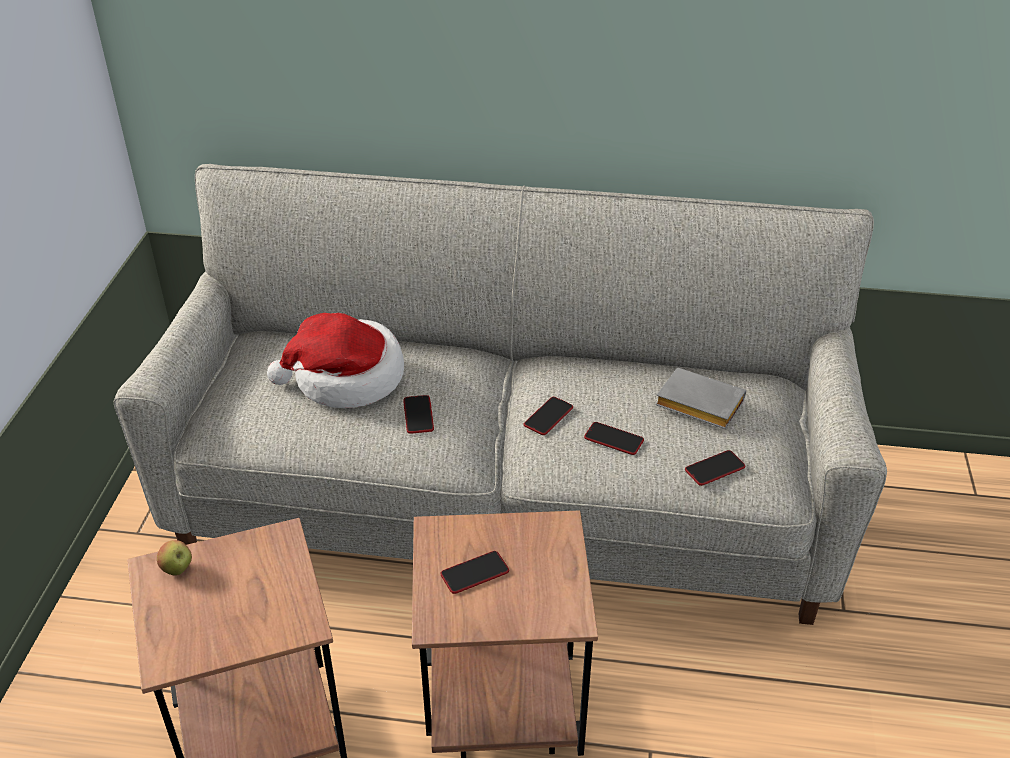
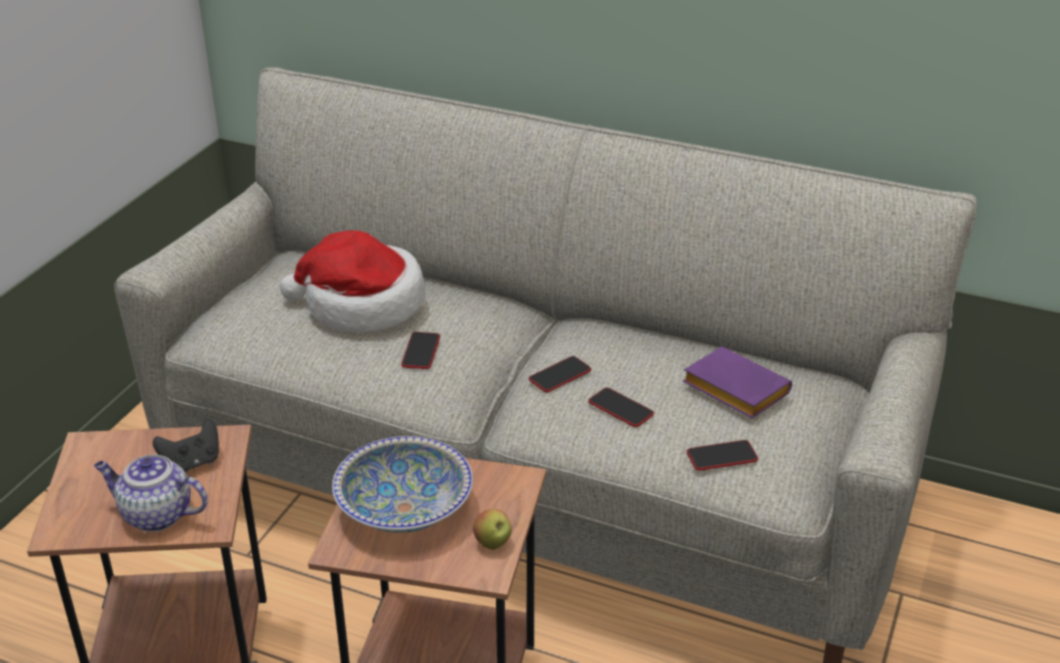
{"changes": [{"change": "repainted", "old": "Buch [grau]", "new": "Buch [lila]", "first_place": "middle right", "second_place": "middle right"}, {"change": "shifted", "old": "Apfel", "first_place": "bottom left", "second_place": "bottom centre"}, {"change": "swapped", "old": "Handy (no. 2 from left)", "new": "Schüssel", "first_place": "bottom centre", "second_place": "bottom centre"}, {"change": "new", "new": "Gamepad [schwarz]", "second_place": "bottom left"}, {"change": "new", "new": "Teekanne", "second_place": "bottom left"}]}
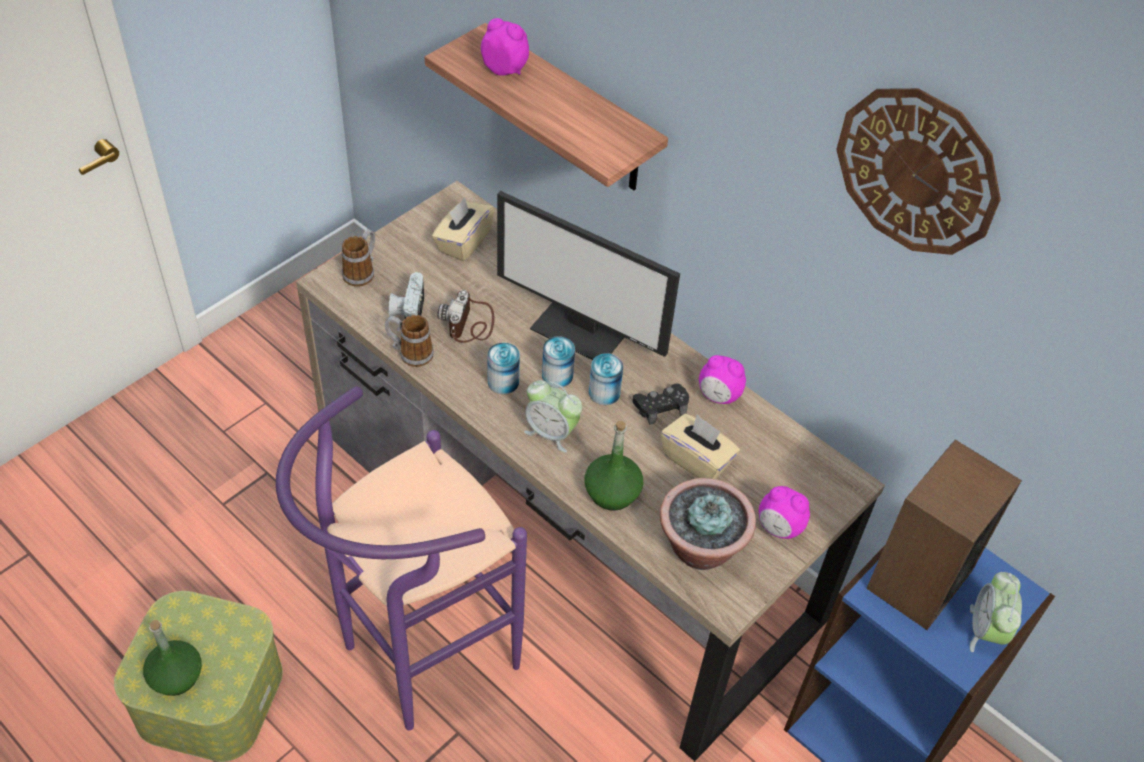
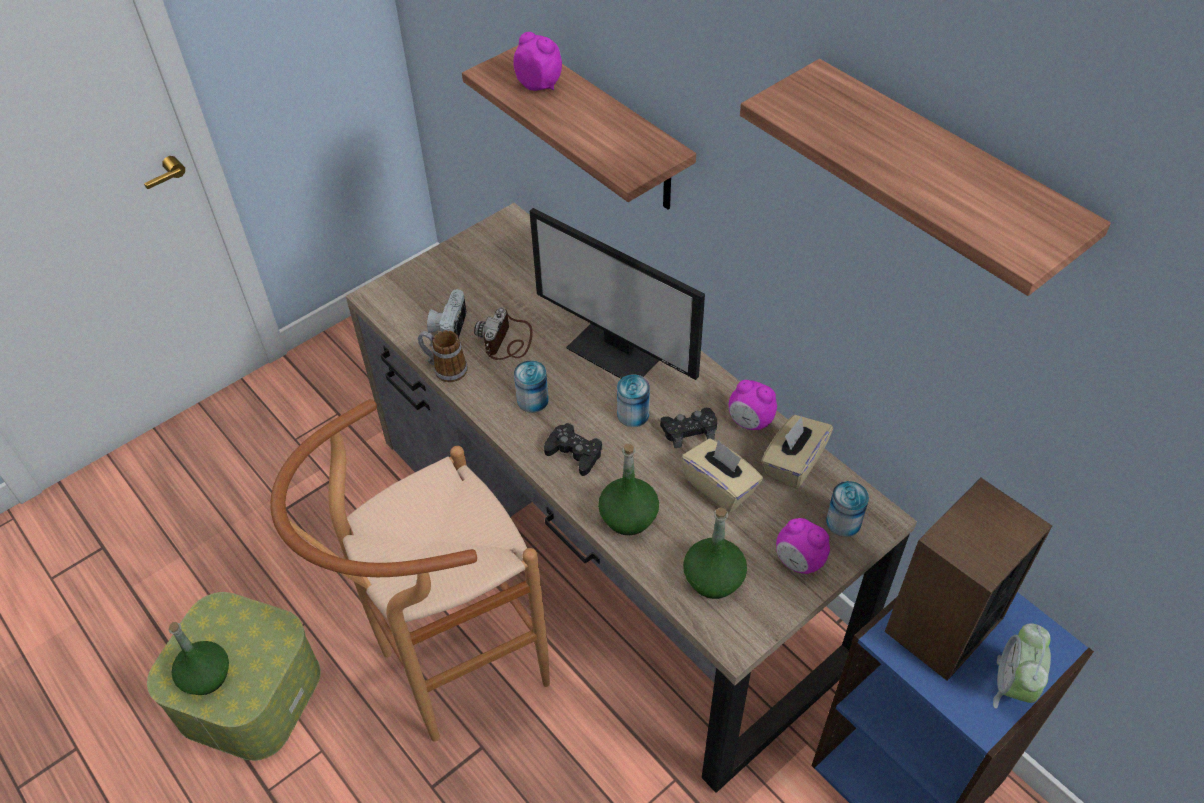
{"changes": [{"change": "swapped", "old": "Wanduhr", "new": "Wandregal (no. 2 from left)", "first_place": "top right", "second_place": "top right"}, {"change": "shifted", "old": "Taschentuchbox [beige] (no. 1 from left in the first image)", "new": "Taschentuchbox [beige] (no. 2 from left)", "first_place": "top centre", "second_place": "centre"}, {"change": "gone", "old": "Henkelbecher (no. 1 from left)", "first_place": "middle left"}, {"change": "shifted", "old": "Dose (no. 2 from left in the first image)", "new": "Dose (no. 3 from left)", "first_place": "centre", "second_place": "middle right"}, {"change": "swapped", "old": "Wecker (no. 2 from left)", "new": "Gamepad [schwarz] (no. 1 from left)", "first_place": "centre", "second_place": "centre"}, {"change": "repainted", "old": "Hocker [lila]", "new": "Hocker [braun]", "first_place": "bottom centre", "second_place": "bottom centre"}, {"change": "swapped", "old": "Topfpflanze", "new": "Flasche [grün] (no. 3 from left)", "first_place": "bottom centre", "second_place": "bottom centre"}]}
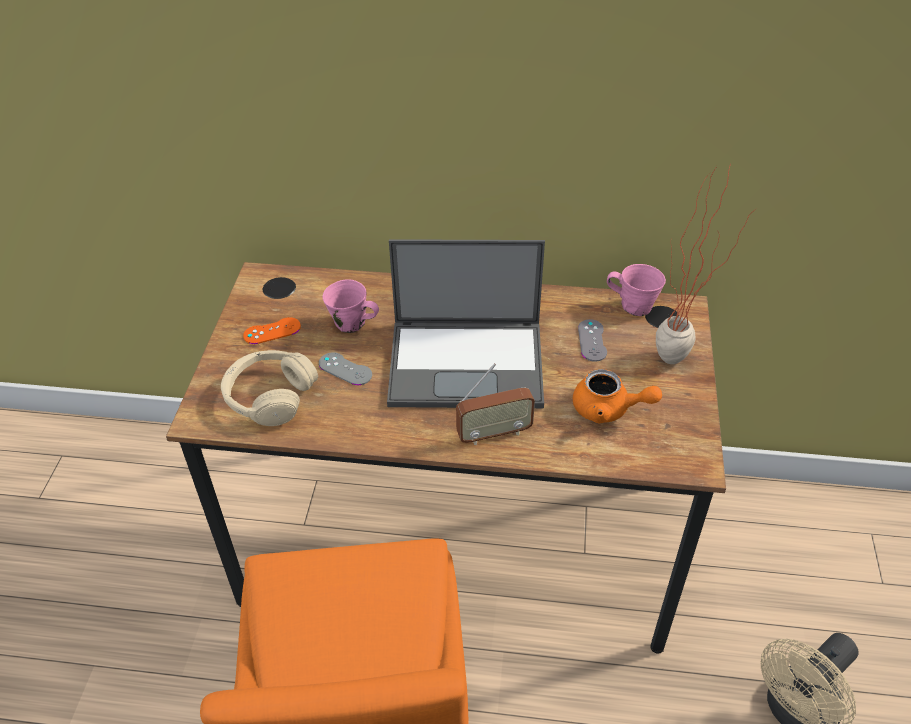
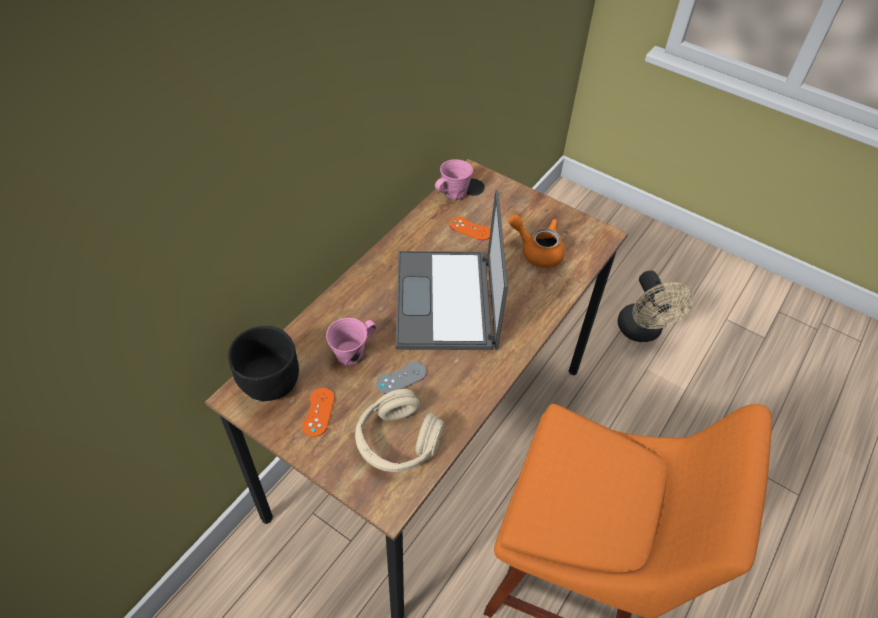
{"changes": [{"change": "gone", "old": "Topfpflanze", "first_place": "middle right"}, {"change": "rotated", "old": "Laptop", "first_place": "centre", "second_place": "centre", "degrees": 150}, {"change": "repainted", "old": "Gamepad [grau] (no. 2 from left)", "new": "Gamepad [orange] (no. 2 from left)", "first_place": "centre", "second_place": "centre"}, {"change": "gone", "old": "Radio", "first_place": "centre"}, {"change": "rotated", "old": "Teekanne [orange]", "first_place": "middle right", "second_place": "centre", "degrees": -105}, {"change": "new", "new": "Schüssel [schwarz]", "second_place": "middle left"}]}
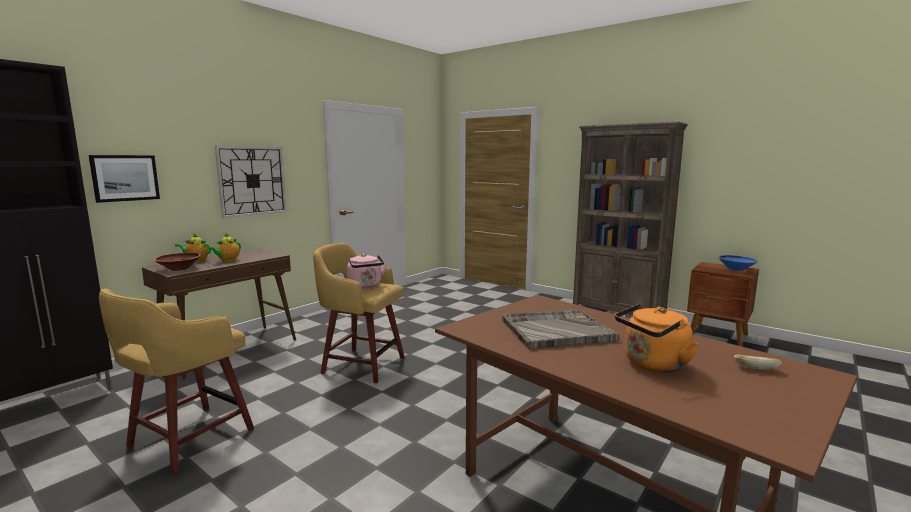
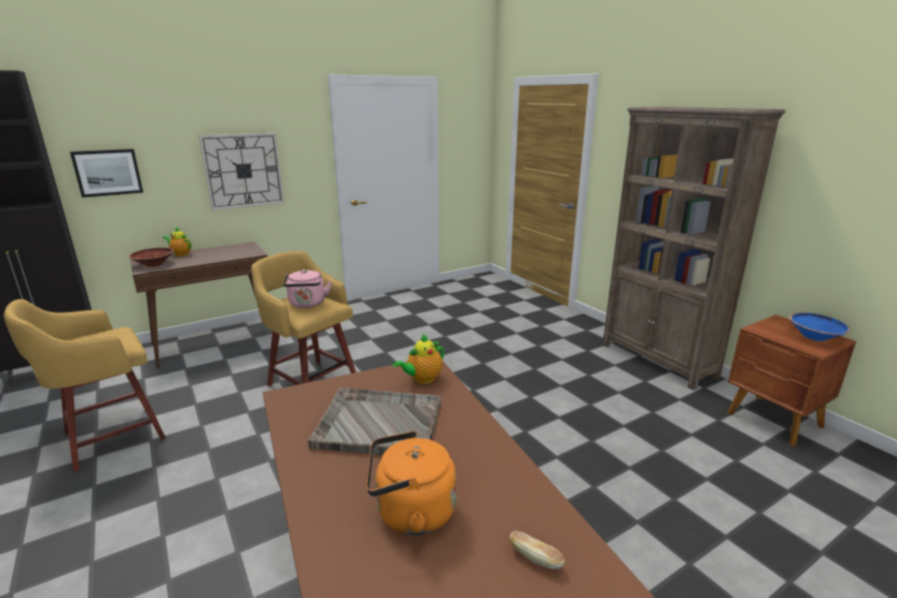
{"changes": [{"change": "shifted", "old": "Teekanne (no. 2 from left)", "first_place": "middle left", "second_place": "centre"}]}
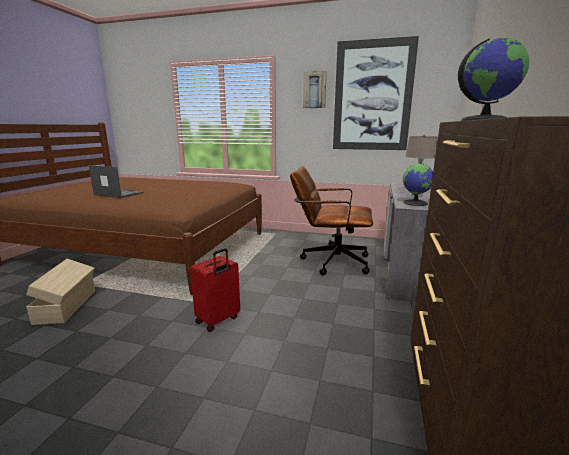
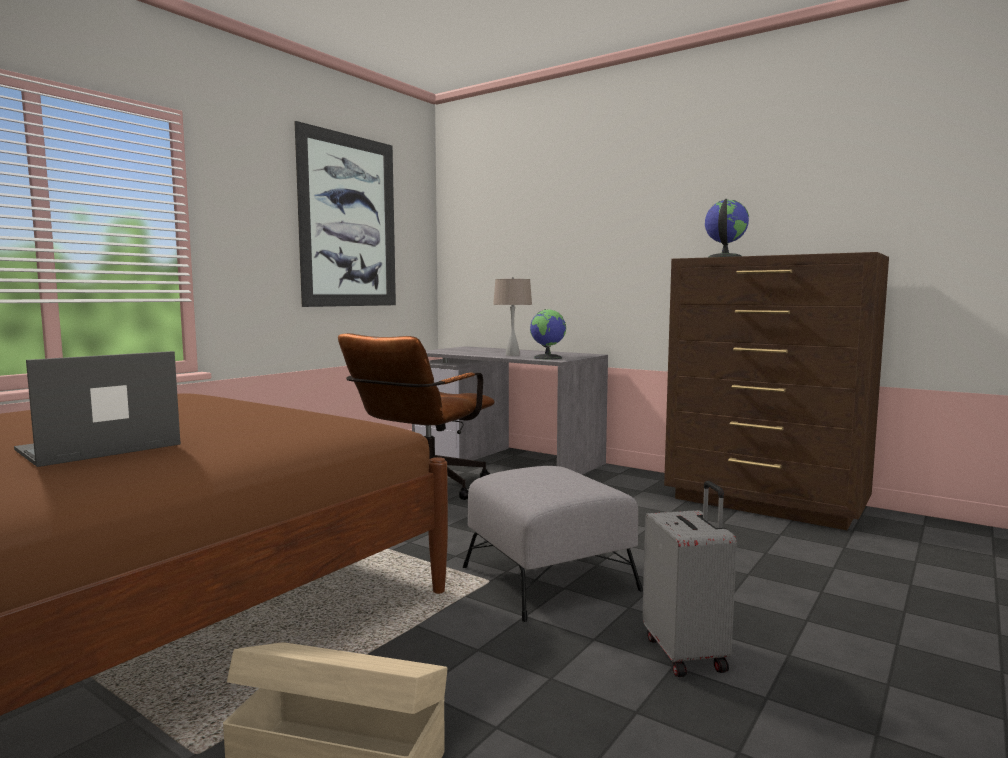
{"changes": [{"change": "gone", "old": "Bild (no. 1 from left)", "first_place": "top centre"}, {"change": "swapped", "old": "Koffer [rot]", "new": "Polsterhocker [grau]", "first_place": "centre", "second_place": "bottom centre"}, {"change": "new", "new": "Koffer [grau]", "second_place": "bottom right"}]}
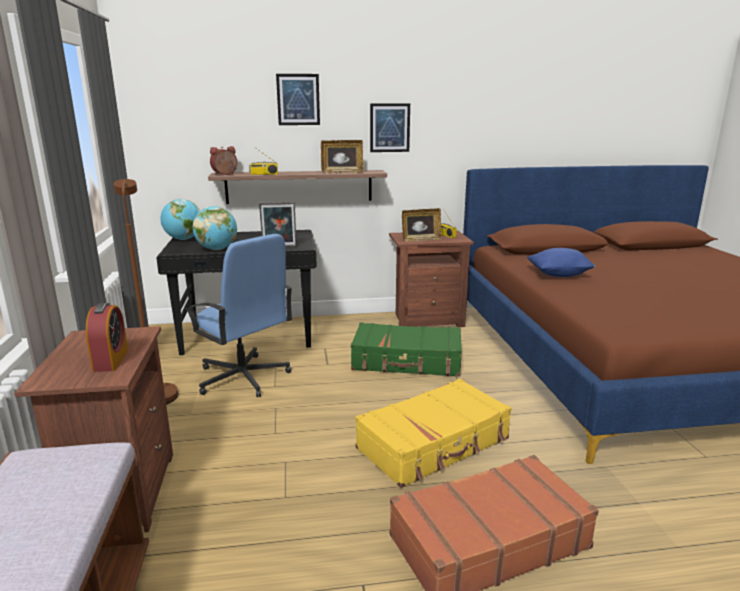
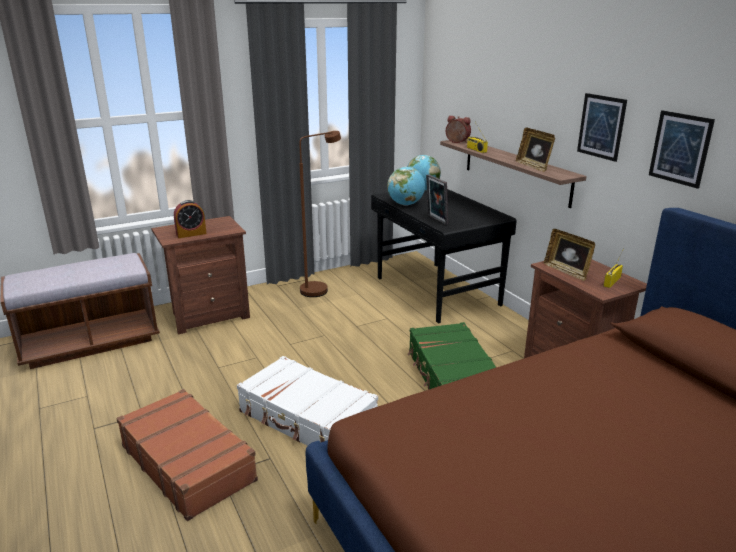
{"changes": [{"change": "shifted", "old": "Bild (no. 1 from left in the first image)", "new": "Bild (no. 2 from left)", "first_place": "top centre", "second_place": "top right"}, {"change": "gone", "old": "Bürostuhl [blau]", "first_place": "middle left"}, {"change": "gone", "old": "Kissen [blau]", "first_place": "middle right"}, {"change": "repainted", "old": "Koffer [gelb]", "new": "Koffer [weiß]", "first_place": "bottom centre", "second_place": "bottom centre"}]}
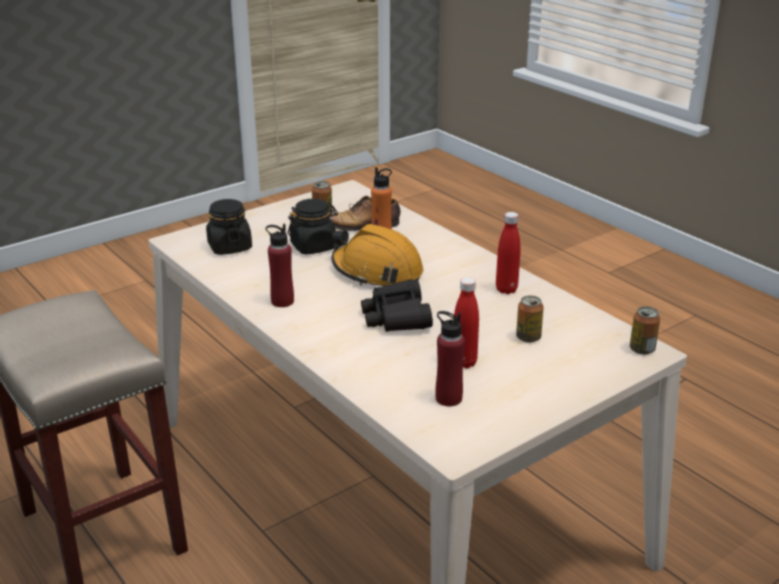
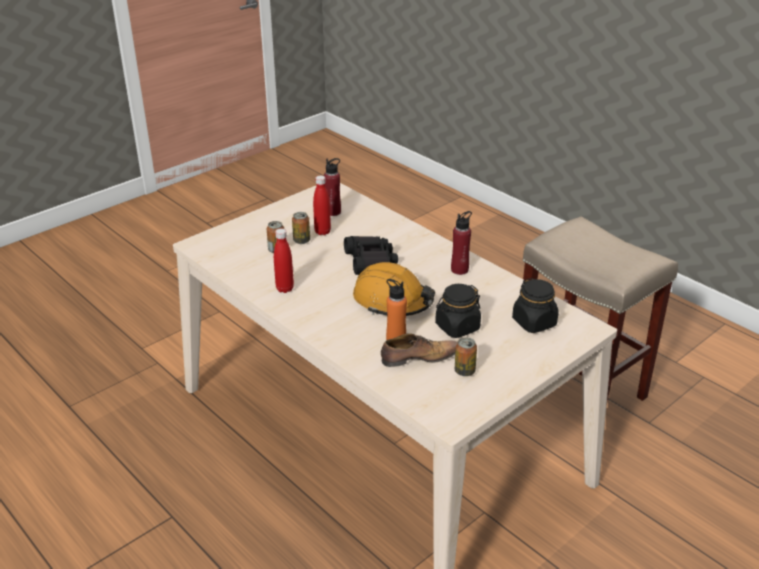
{"changes": [{"change": "shifted", "old": "Dose (no. 3 from left in the first image)", "new": "Dose (no. 2 from left)", "first_place": "middle right", "second_place": "centre"}]}
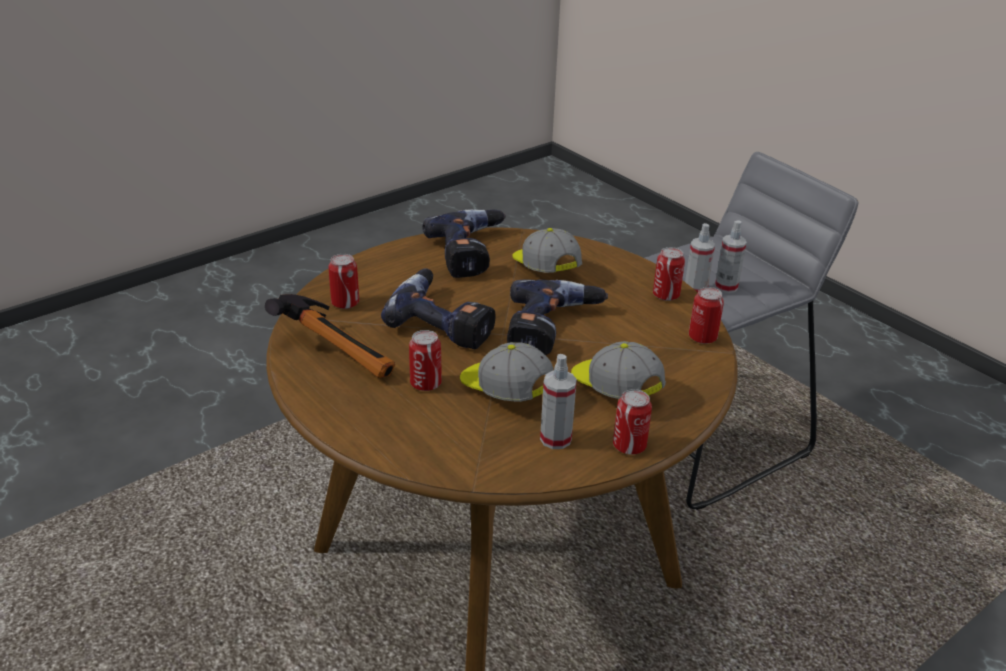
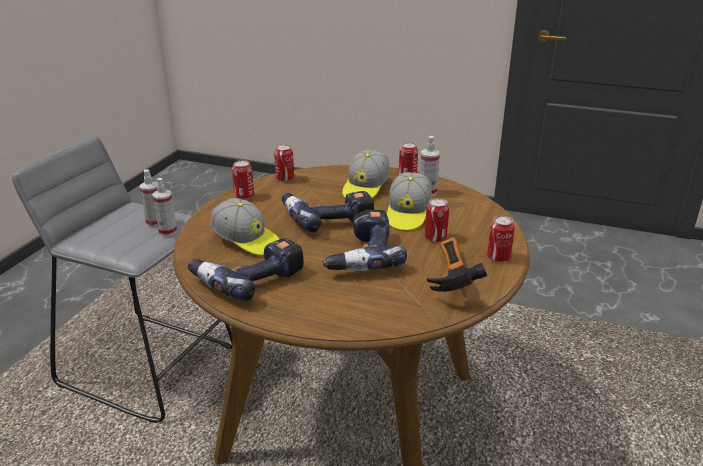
{"changes": [{"change": "rotated", "old": "Kappe (no. 2 from left in the first image)", "first_place": "centre", "second_place": "centre", "degrees": -90}, {"change": "shifted", "old": "Dose (no. 1 from left in the first image)", "new": "Dose (no. 5 from left)", "first_place": "centre", "second_place": "middle right"}]}
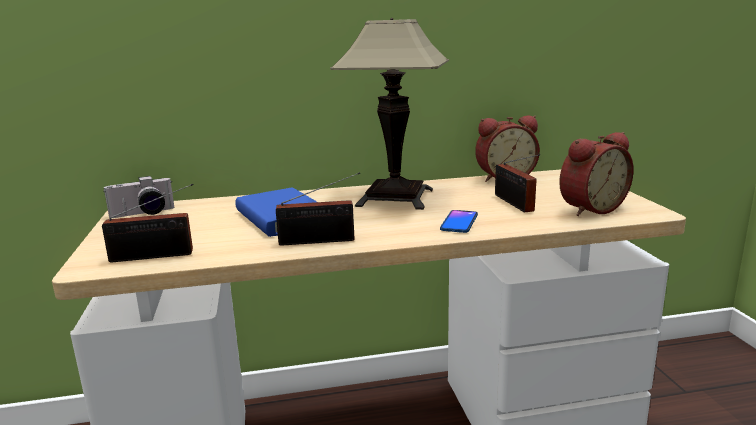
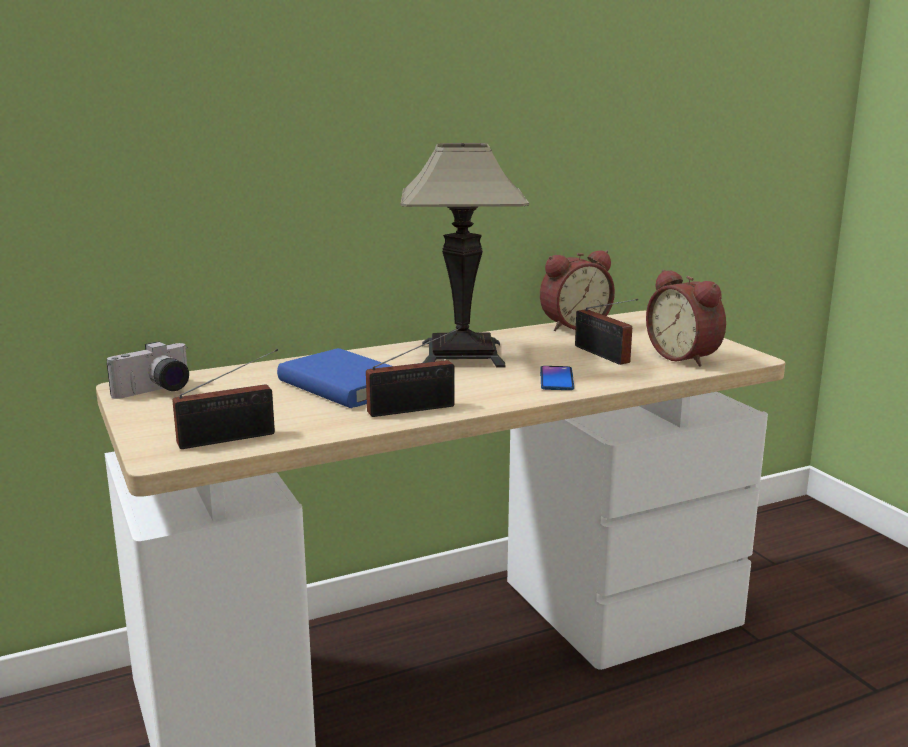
{"changes": [{"change": "rotated", "old": "Wecker (no. 2 from left)", "first_place": "middle right", "second_place": "middle right", "degrees": 105}]}
